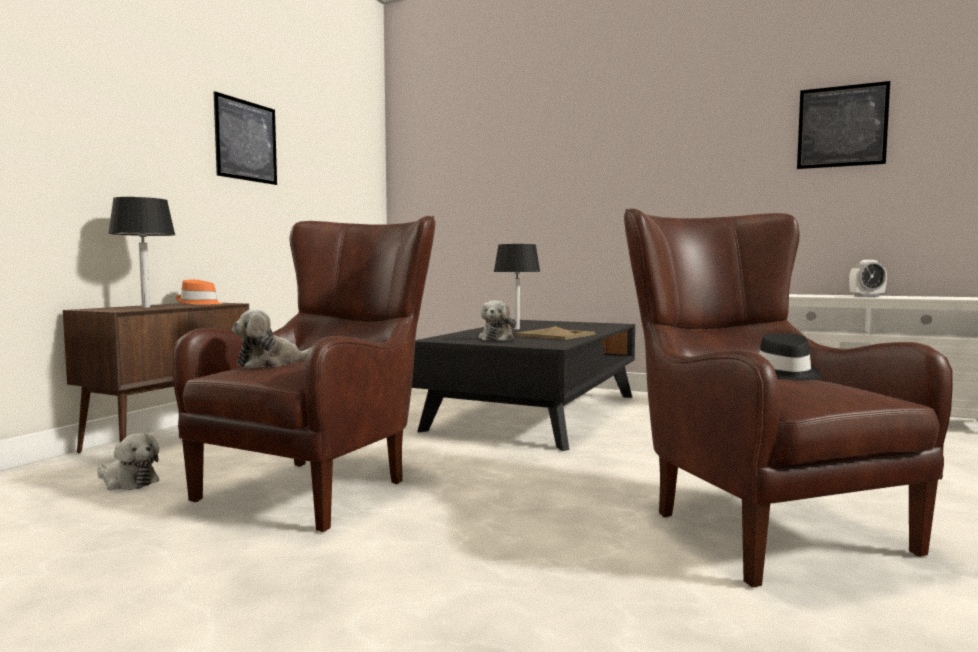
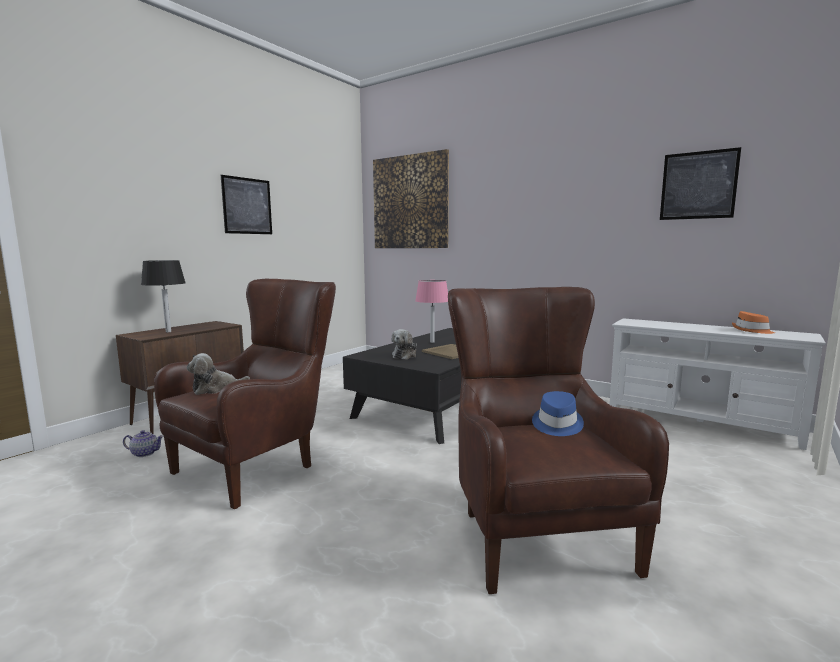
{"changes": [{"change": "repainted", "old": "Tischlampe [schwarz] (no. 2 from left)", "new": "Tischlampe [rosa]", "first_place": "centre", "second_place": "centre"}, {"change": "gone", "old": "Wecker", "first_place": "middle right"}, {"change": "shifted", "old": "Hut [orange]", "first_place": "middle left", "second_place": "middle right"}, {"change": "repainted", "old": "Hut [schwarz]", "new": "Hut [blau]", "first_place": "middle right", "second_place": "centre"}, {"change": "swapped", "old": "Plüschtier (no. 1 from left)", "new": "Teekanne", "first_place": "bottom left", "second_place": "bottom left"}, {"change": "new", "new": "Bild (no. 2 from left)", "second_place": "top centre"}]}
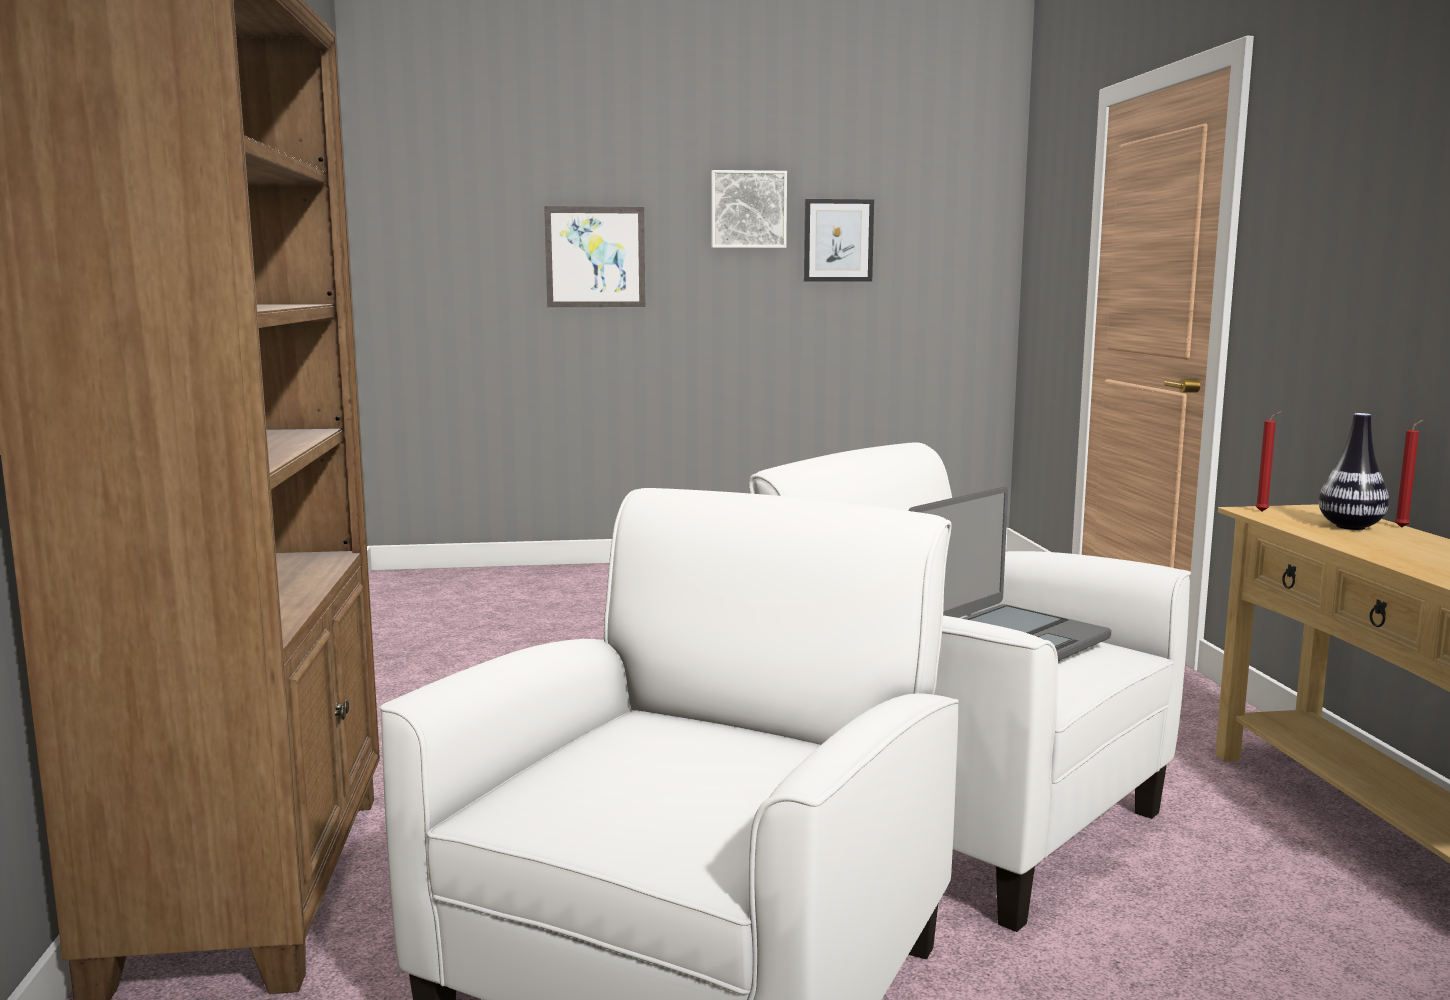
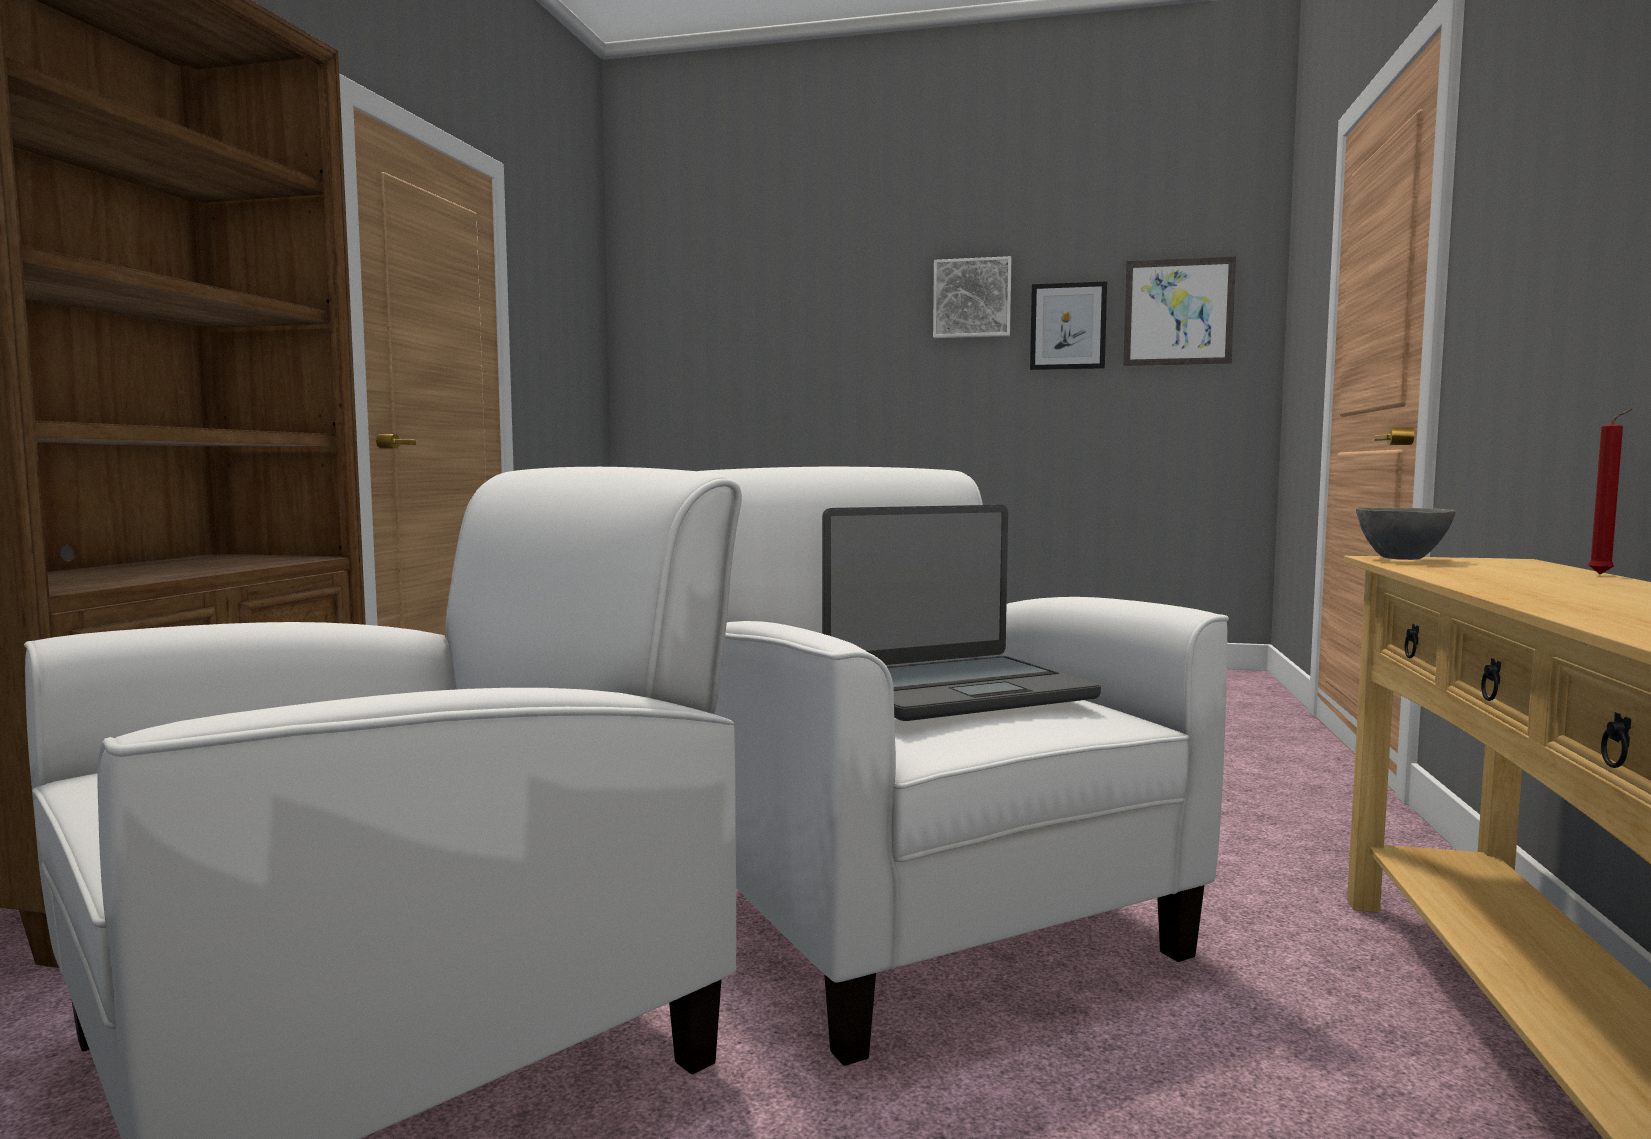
{"changes": [{"change": "shifted", "old": "Bild (no. 1 from left in the first image)", "new": "Bild (no. 3 from left)", "first_place": "top centre", "second_place": "top right"}, {"change": "swapped", "old": "Kerze [rot] (no. 1 from left)", "new": "Schüssel [grau]", "first_place": "middle right", "second_place": "middle right"}, {"change": "gone", "old": "Vase", "first_place": "middle right"}]}
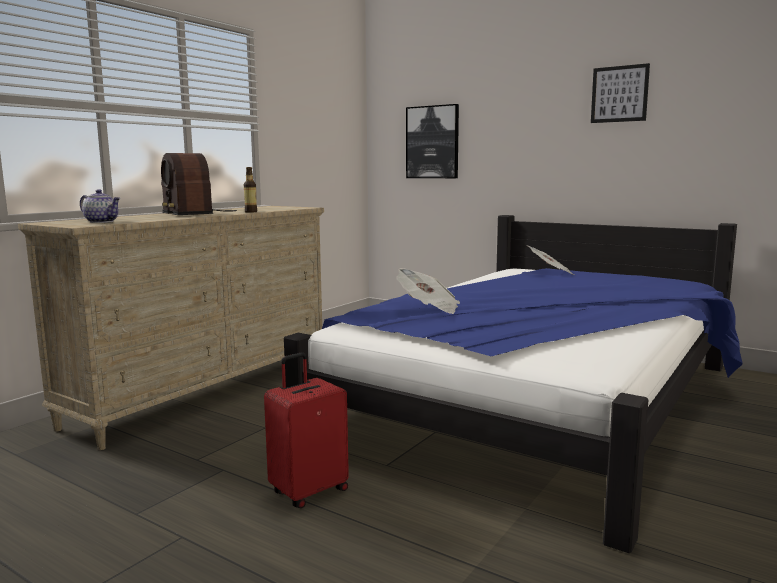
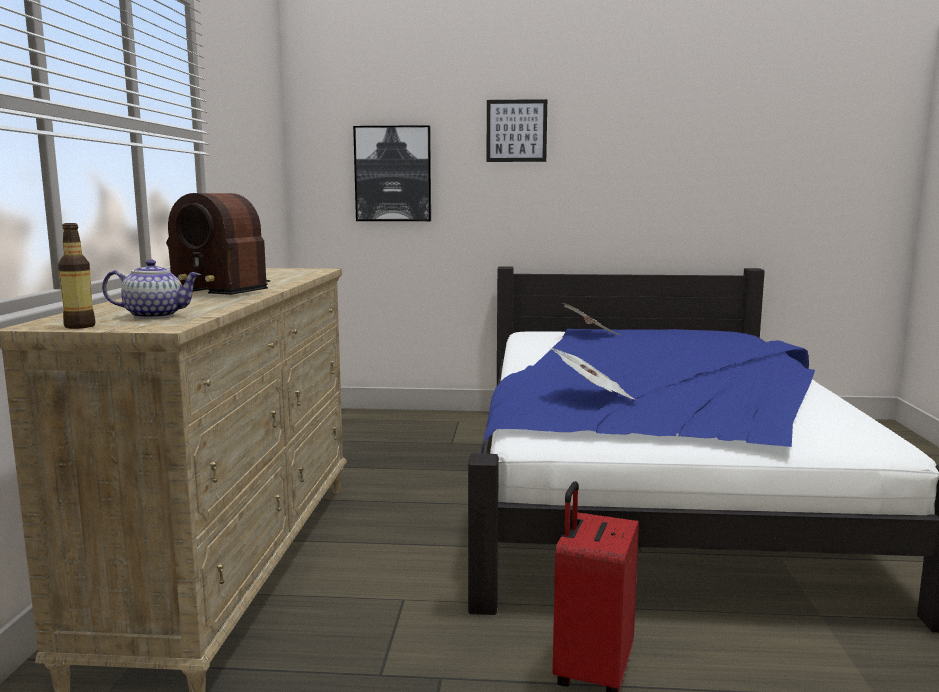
{"changes": [{"change": "shifted", "old": "Bild (no. 2 from left)", "first_place": "top right", "second_place": "top centre"}, {"change": "shifted", "old": "Flasche", "first_place": "top left", "second_place": "middle left"}]}
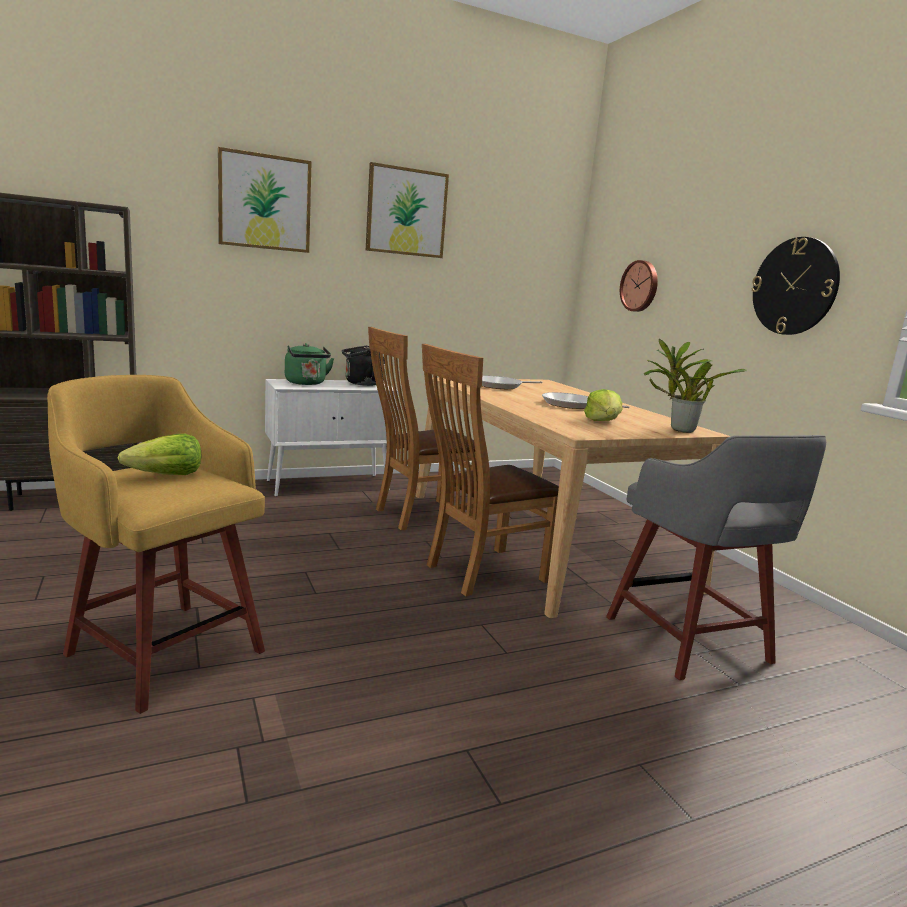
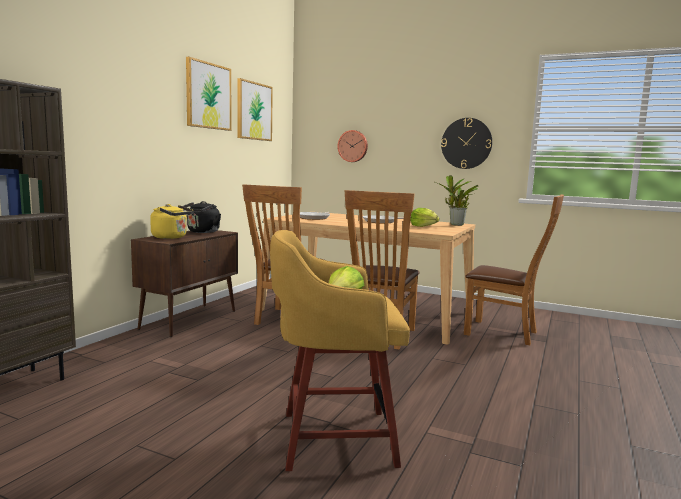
{"changes": [{"change": "shifted", "old": "Bild (no. 1 from left in the first image)", "new": "Bild (no. 2 from left)", "first_place": "top left", "second_place": "top centre"}, {"change": "repainted", "old": "Wasserkessel [grün]", "new": "Wasserkessel [gelb]", "first_place": "centre", "second_place": "middle left"}, {"change": "repainted", "old": "Schrank [weiß]", "new": "Schrank [braun]", "first_place": "centre", "second_place": "middle left"}, {"change": "swapped", "old": "Hocker [grau]", "new": "Stuhl [braun] (no. 3 from left)", "first_place": "middle right", "second_place": "middle right"}]}
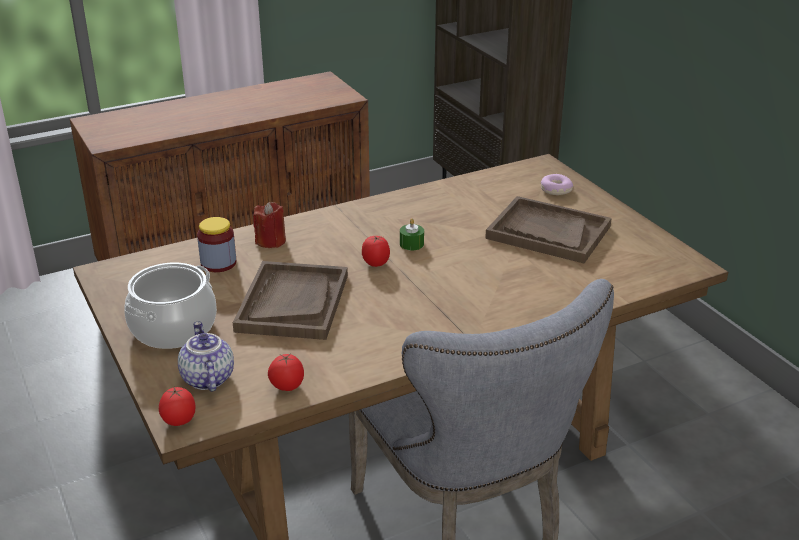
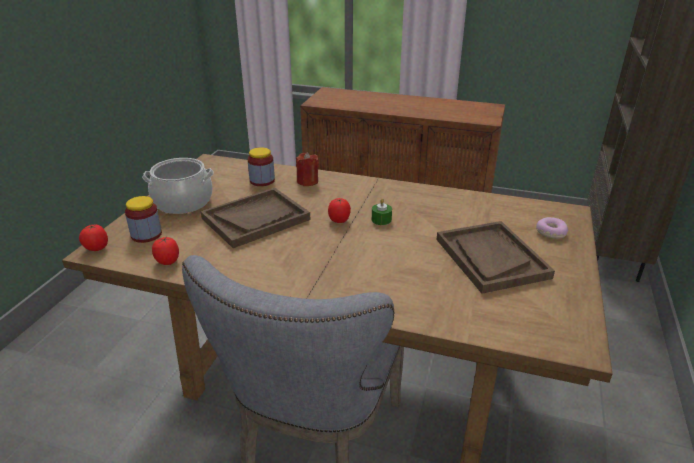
{"changes": [{"change": "swapped", "old": "Teekanne", "new": "Vorratsglas (no. 1 from left)", "first_place": "middle left", "second_place": "middle left"}]}
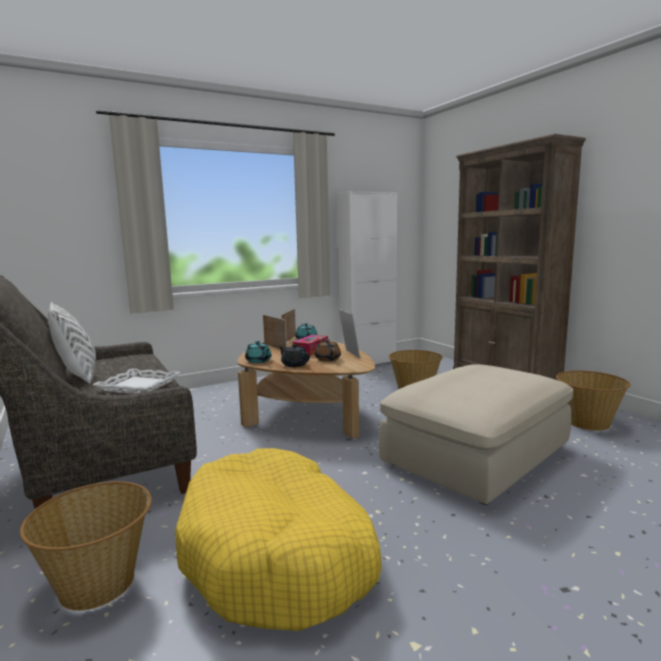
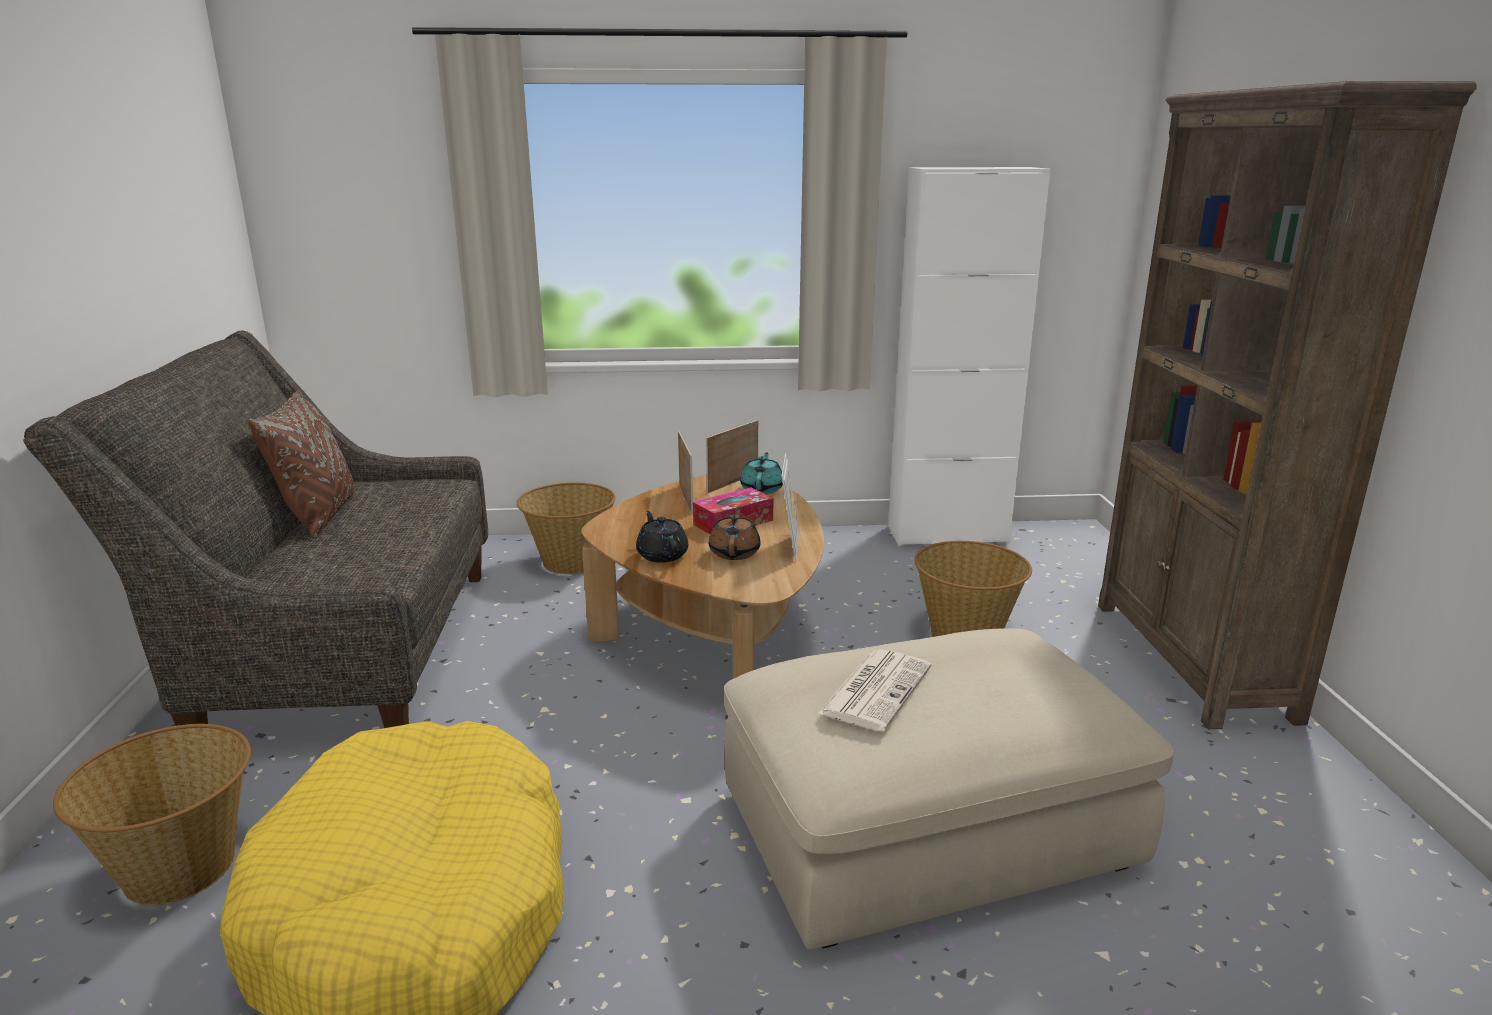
{"changes": [{"change": "repainted", "old": "Kissen [weiß]", "new": "Kissen [braun]", "first_place": "middle left", "second_place": "middle left"}, {"change": "gone", "old": "Teekanne [türkis] (no. 1 from left)", "first_place": "centre"}, {"change": "gone", "old": "Tablett [weiß]", "first_place": "middle left"}, {"change": "shifted", "old": "Korb (no. 3 from left in the first image)", "new": "Korb (no. 2 from left)", "first_place": "middle right", "second_place": "centre"}, {"change": "new", "new": "Zeitung", "second_place": "bottom centre"}]}
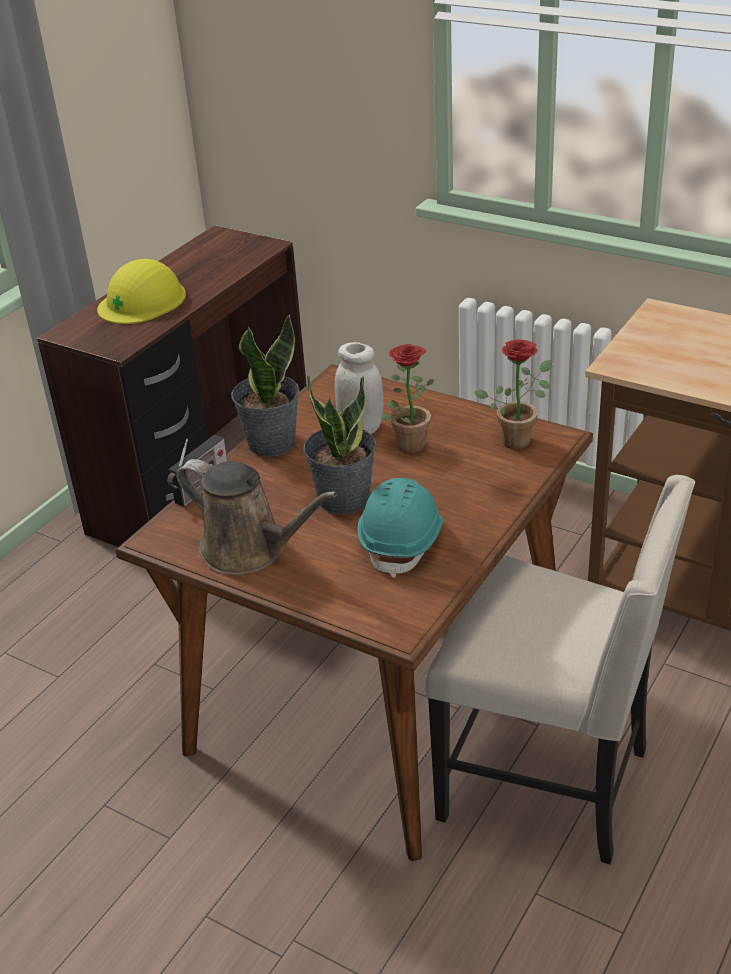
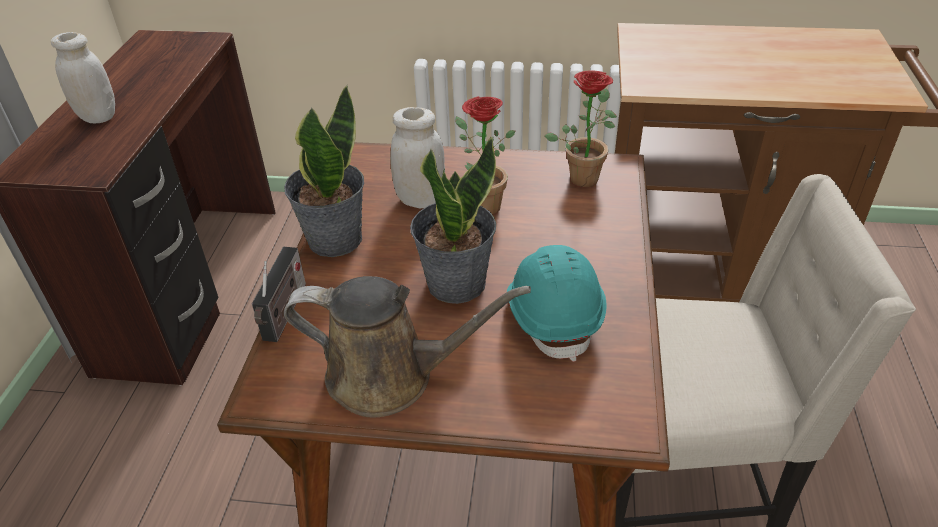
{"changes": [{"change": "swapped", "old": "Schutzhelm [gelb]", "new": "Vorratsglas [weiß] (no. 1 from left)", "first_place": "top left", "second_place": "top left"}]}
